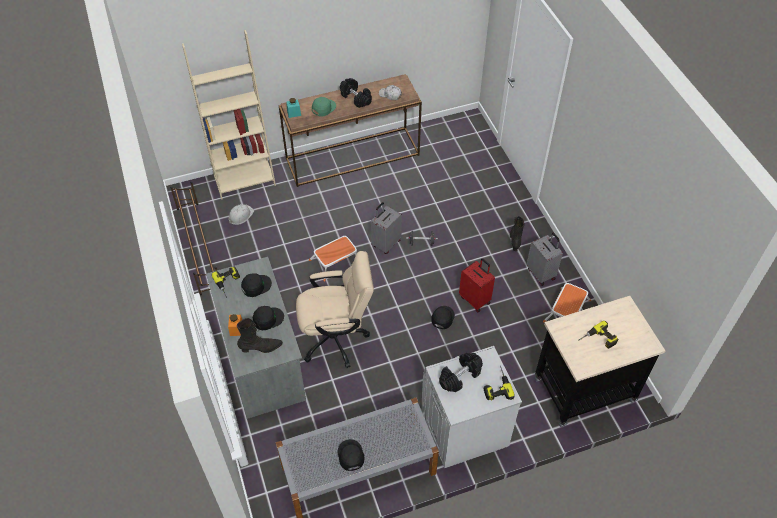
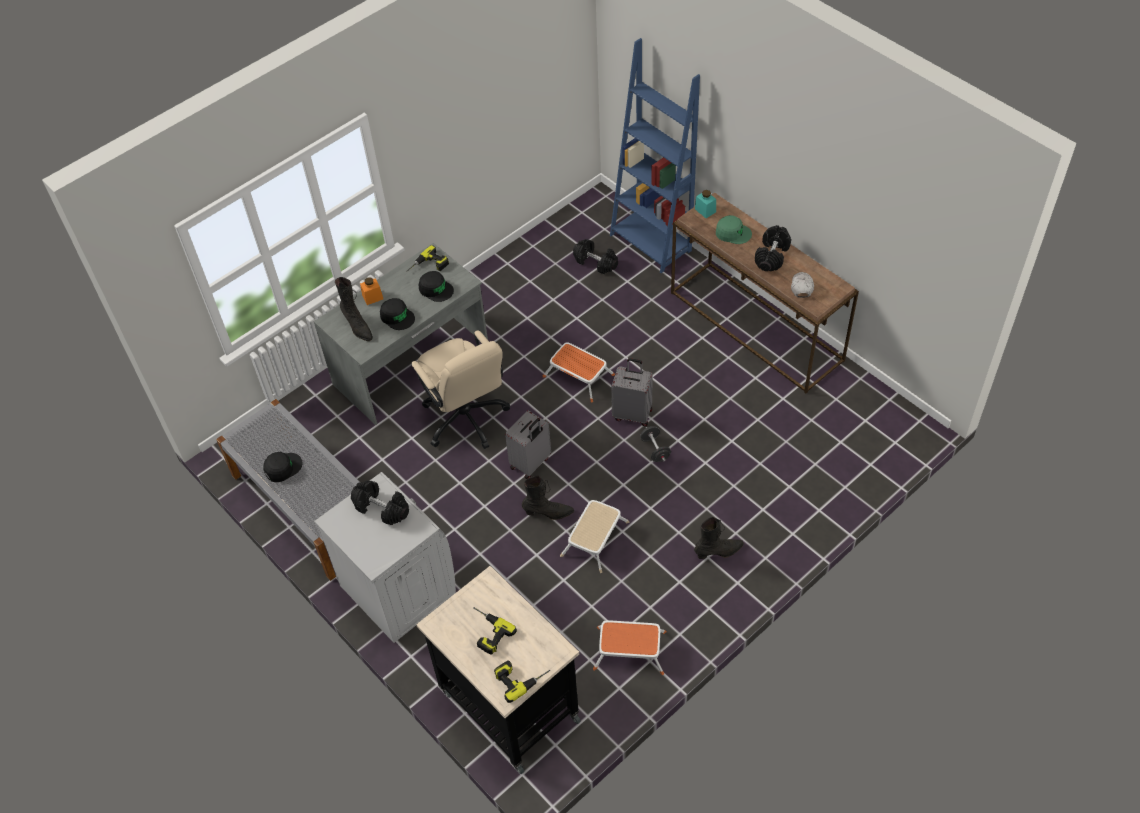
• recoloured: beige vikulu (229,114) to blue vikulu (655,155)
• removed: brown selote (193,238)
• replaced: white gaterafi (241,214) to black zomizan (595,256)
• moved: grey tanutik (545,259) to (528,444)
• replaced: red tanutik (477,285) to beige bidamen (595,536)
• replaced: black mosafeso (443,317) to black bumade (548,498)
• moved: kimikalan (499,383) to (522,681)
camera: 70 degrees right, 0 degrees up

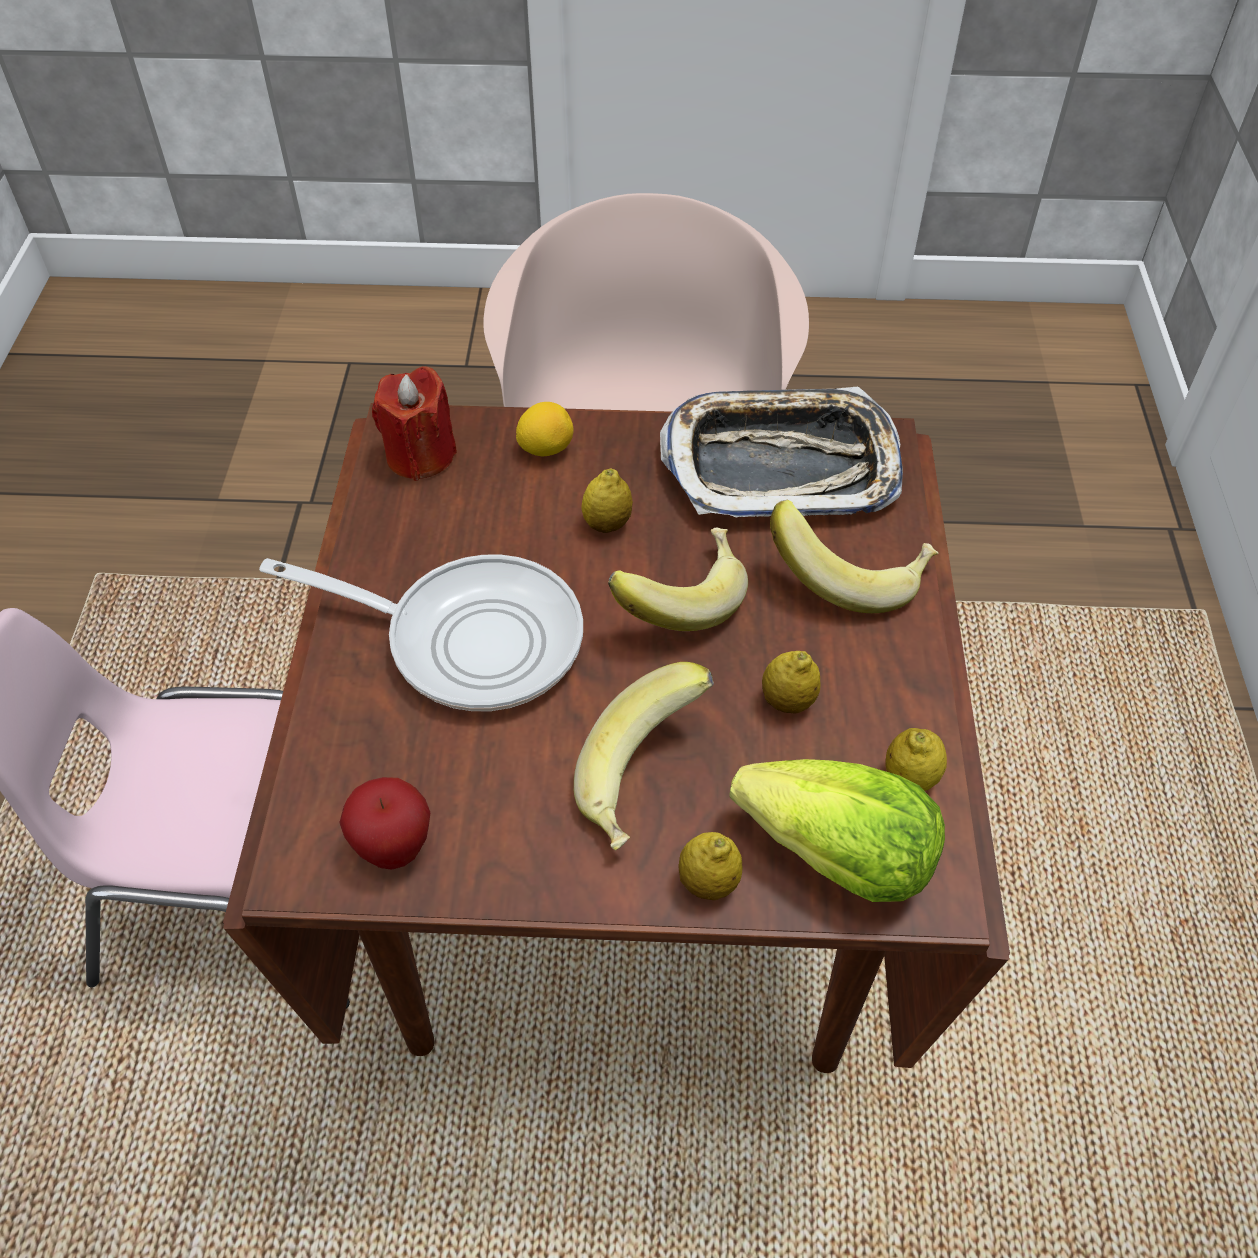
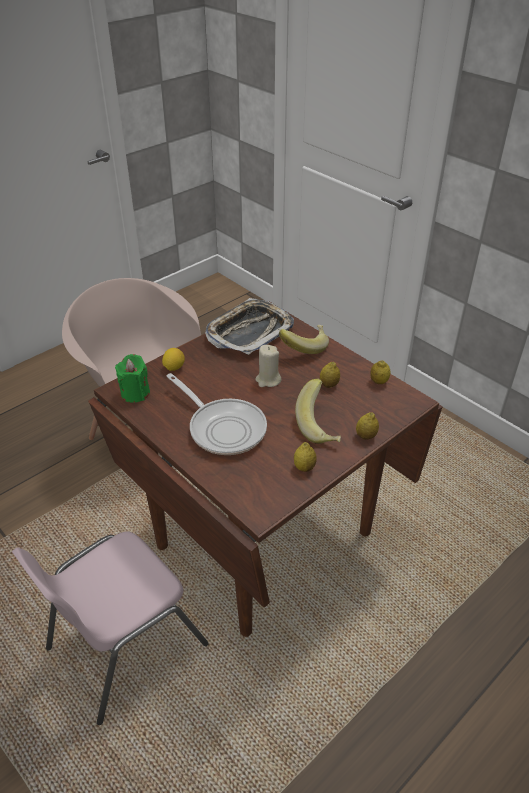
• recoloured: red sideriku (414,423) to green sideriku (132,378)
• moved: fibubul (607,500) to (305,457)
• replaced: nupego (678,579) to beige sideriku (269,366)
• turned: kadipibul (421,633) = (216,414) 75 degrees clockwise
• removed: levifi (837,830)
• removed: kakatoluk (384,823)
camera: 45 degrees left, 10 degrees down

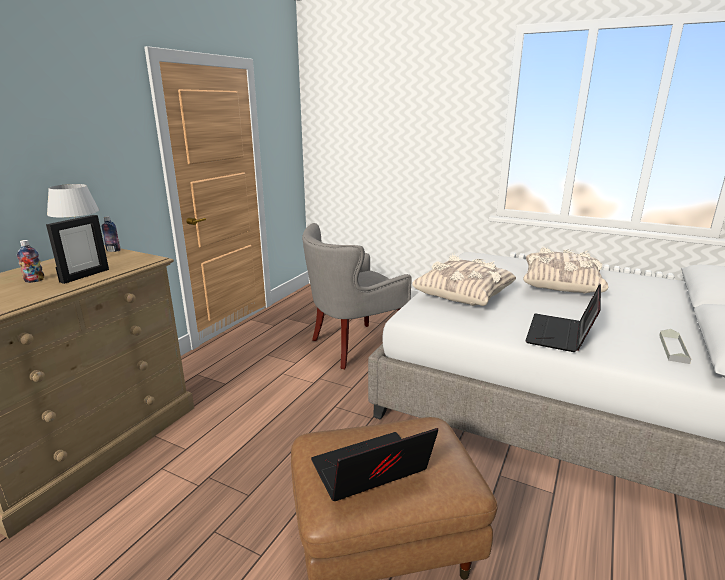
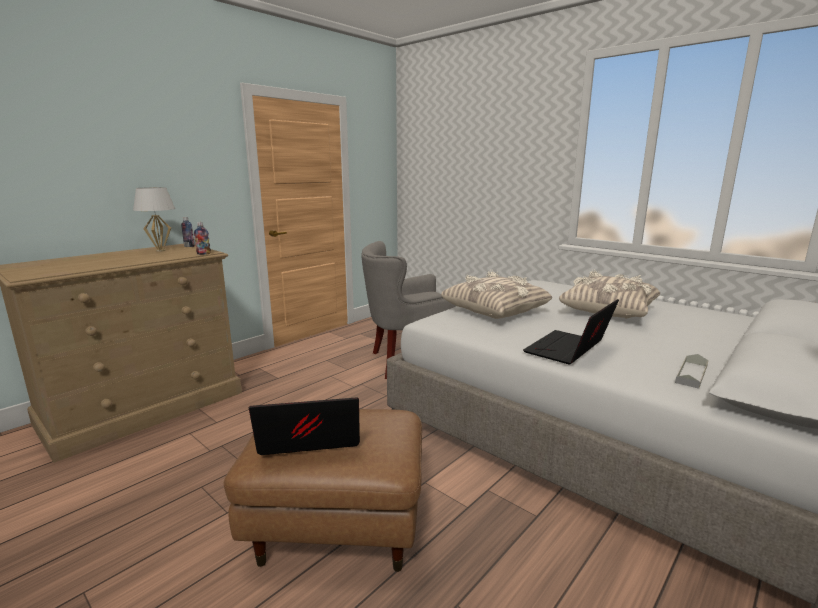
• removed: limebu (77,249)
• moved: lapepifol (30,261) to (202,238)
camera: 15 degrees right, 5 degrees down

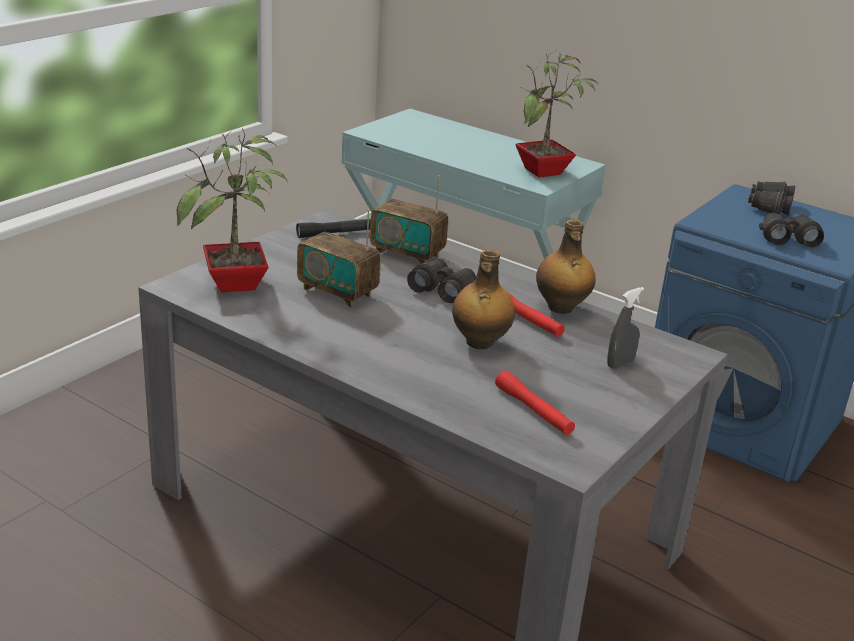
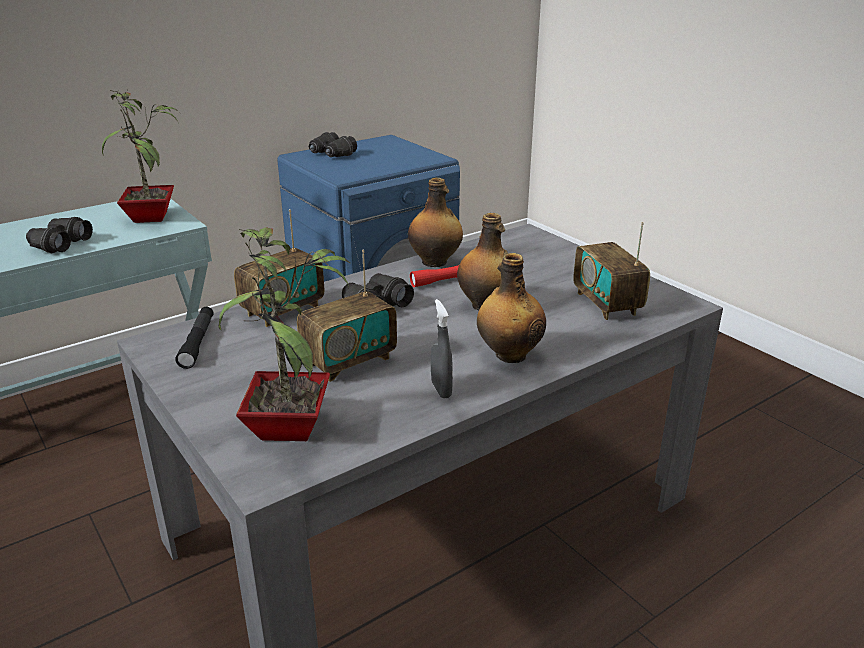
• moved: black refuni (791,230) to (59,235)
• moved: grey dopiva (625,327) to (442,348)
• replaced: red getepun (535,402) to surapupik (611,271)
• added: lapepifol (511,308)
camera: 70 degrees left, 0 degrees up

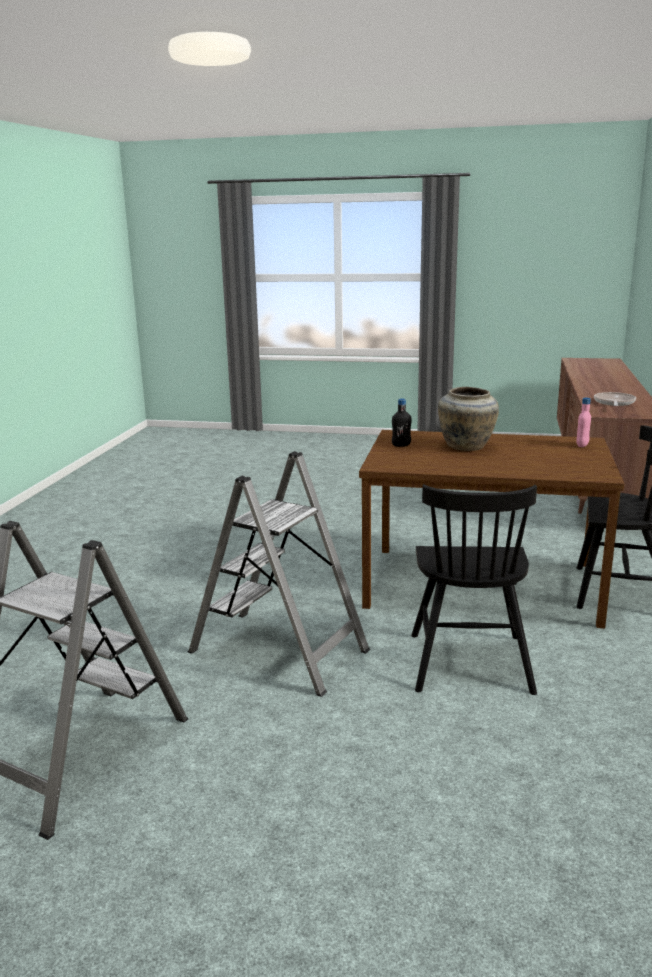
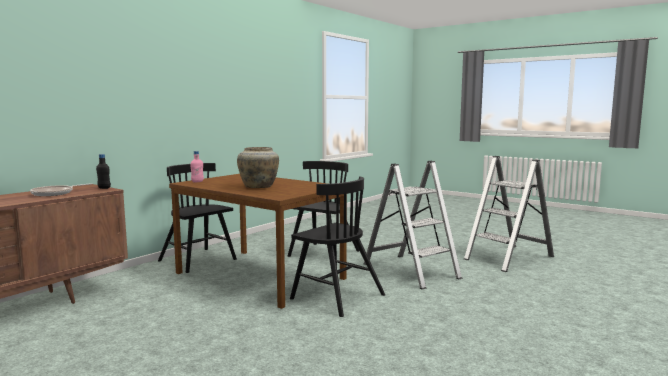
• moved: black lapepifol (402,423) to (103,171)
• added: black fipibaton (337,247)
camera: 155 degrees left, 10 degrees down

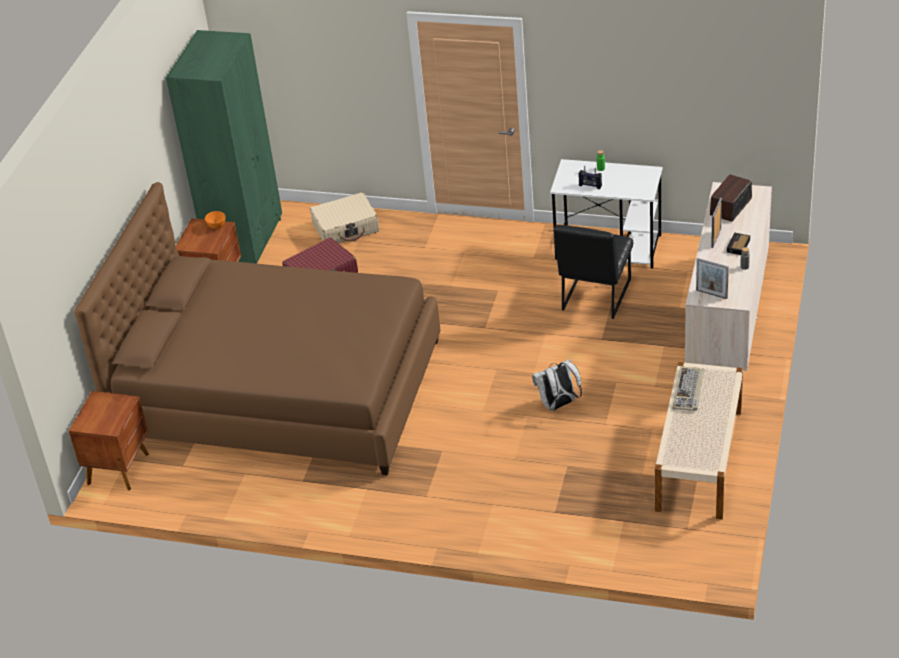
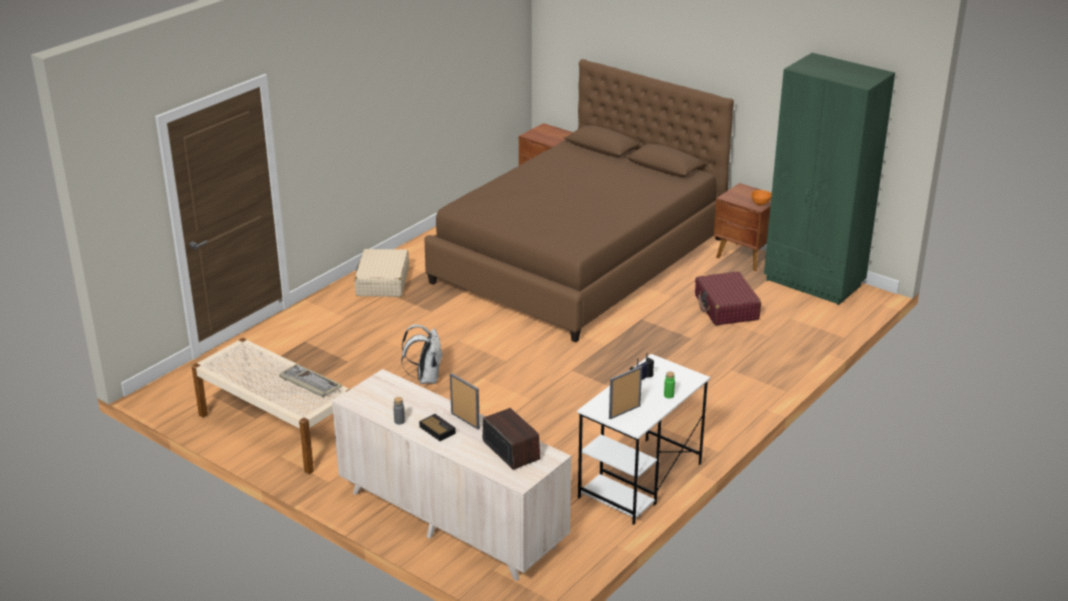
• moved: beige tanutik (344,218) to (382,273)
• removed: black fipibaton (593,272)
• moved: limebu (712,278) to (625,392)
camera: 110 degrees right, 10 degrees down

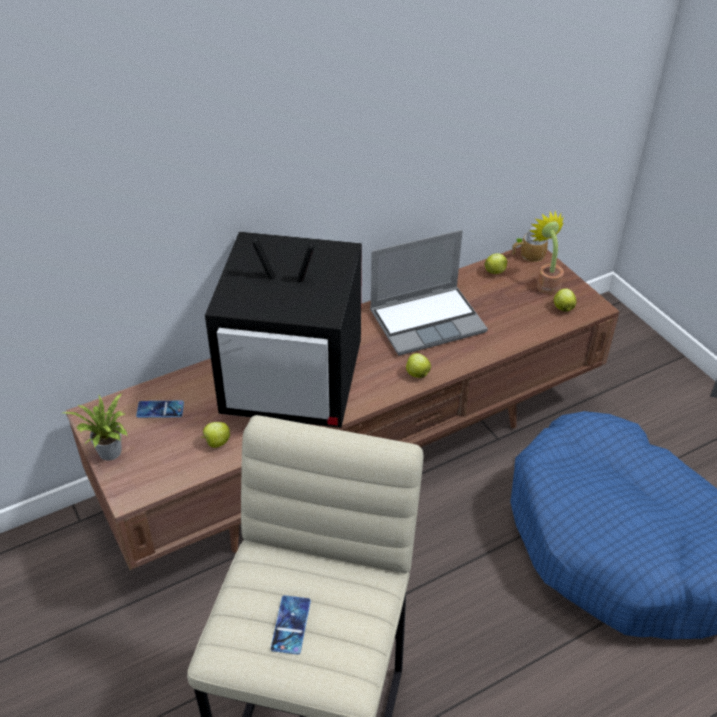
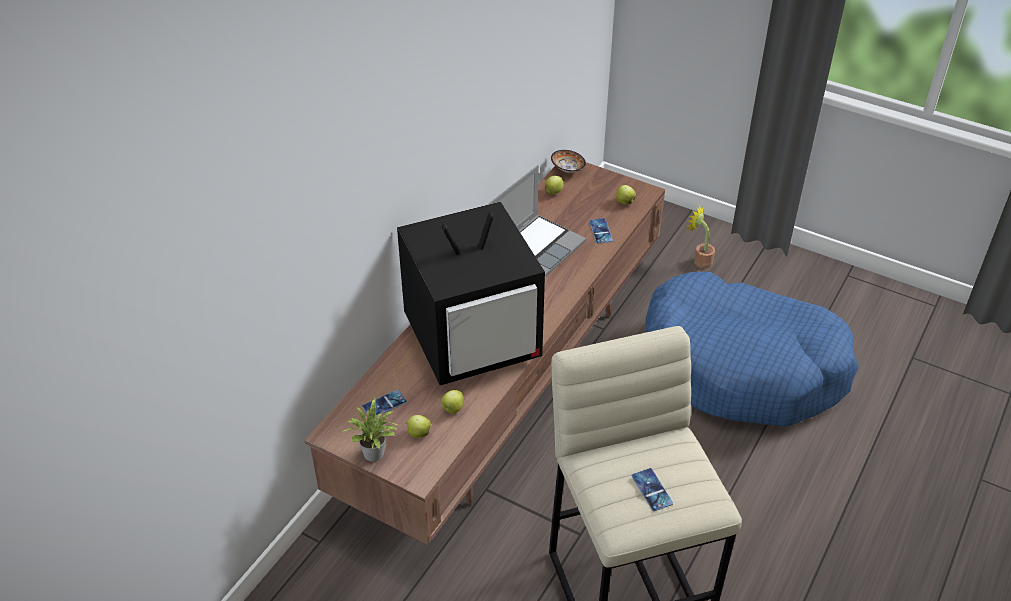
• moved: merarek (546,253) to (700,236)
• replaced: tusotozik (530,244) to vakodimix (568,161)
• moved: kakatoluk (418,365) to (418,426)
• added: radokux (601,230)
camera: 30 degrees left, 0 degrees up

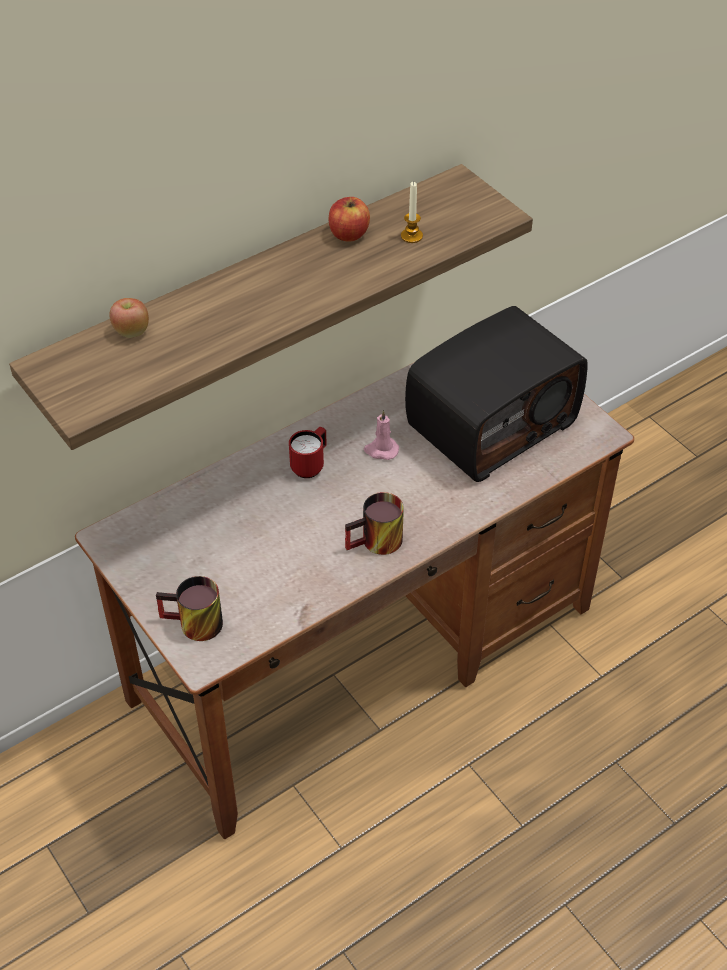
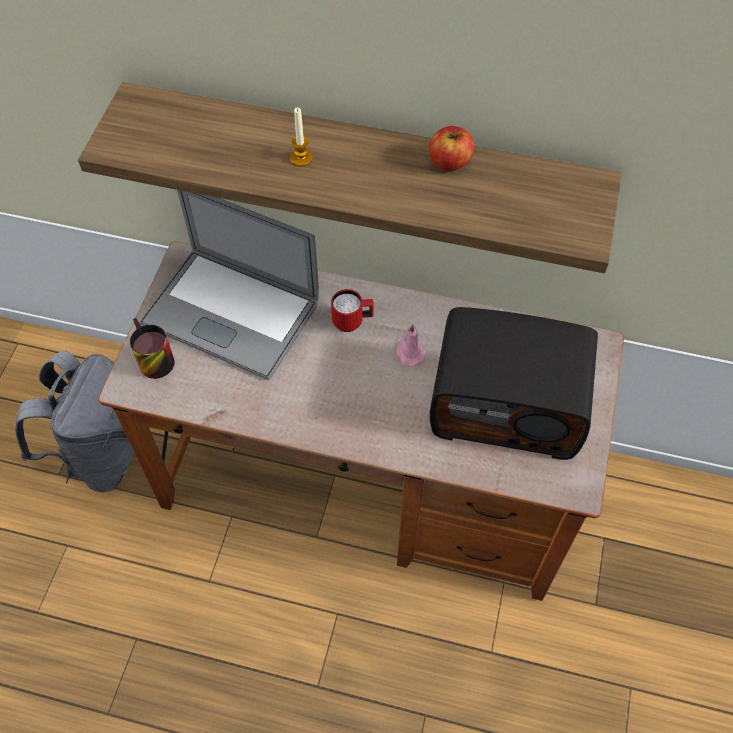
• moved: sideriku (412,212) to (301,136)
• removed: kakatoluk (129,318)
• removed: tusotozik (374,523)
• added: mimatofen (229,285)
• added: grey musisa (75,421)
camera: 50 degrees right, 10 degrees up

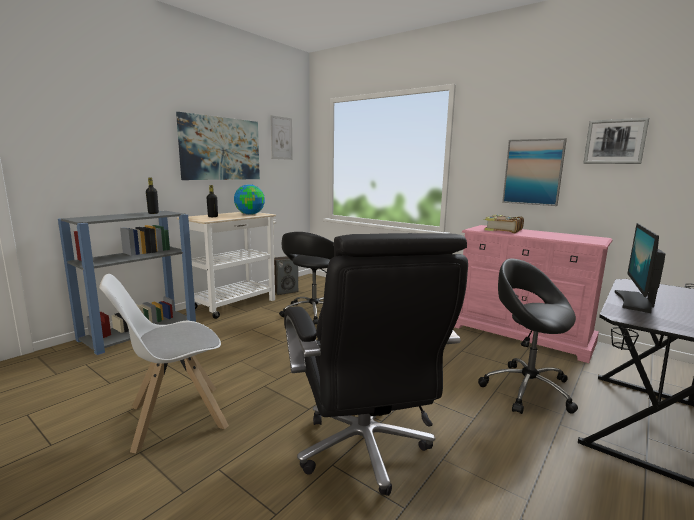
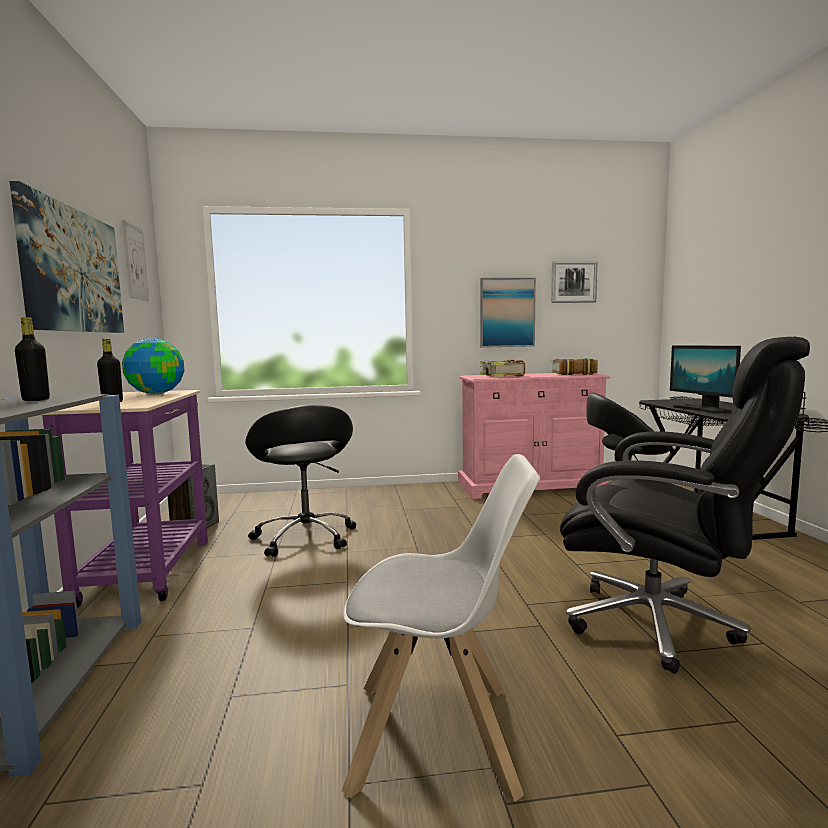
• recoloured: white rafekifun (227,265) to purple rafekifun (125,499)
• turned: fipibaton (164,363) = (441,628) 105 degrees counterclockwise
• added: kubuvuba (574,366)
camera: 45 degrees left, 5 degrees down

